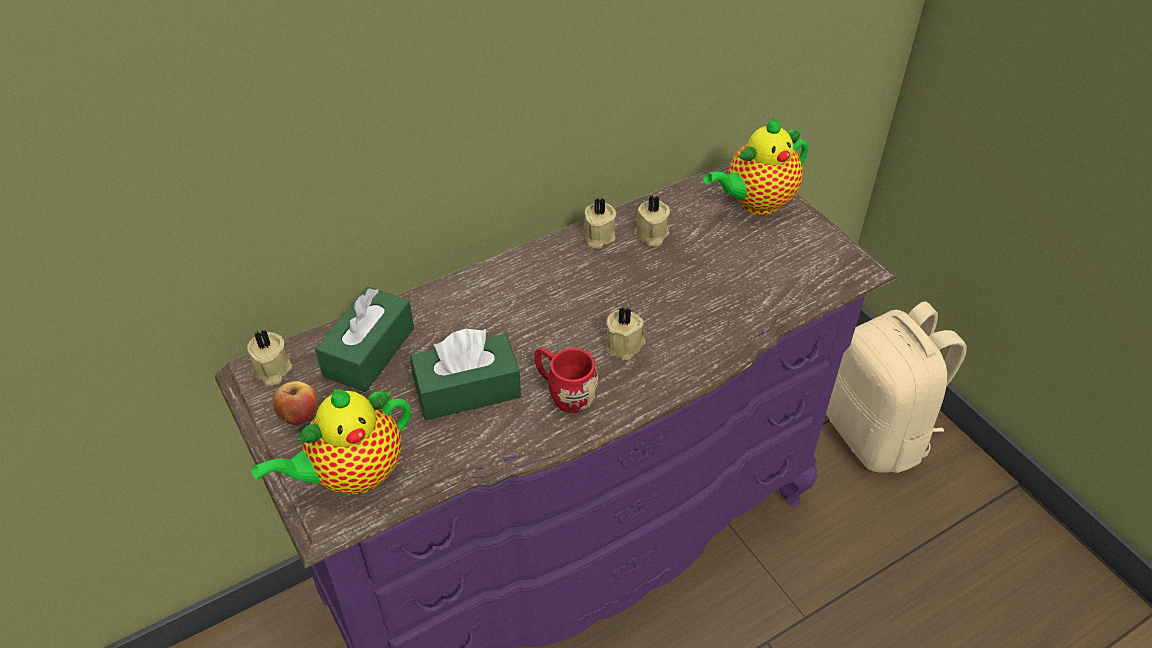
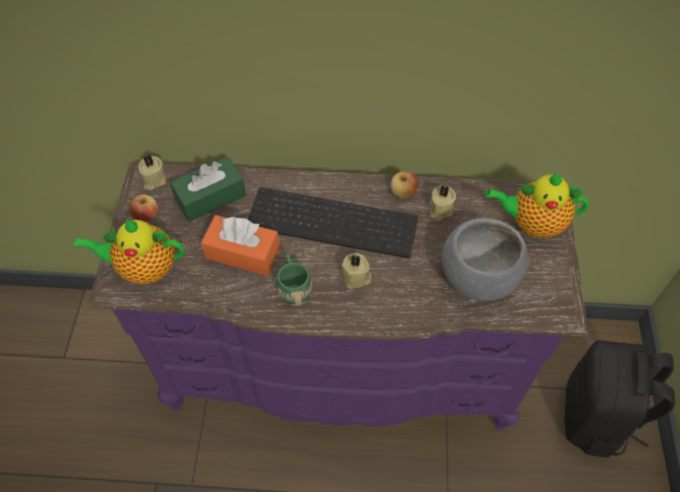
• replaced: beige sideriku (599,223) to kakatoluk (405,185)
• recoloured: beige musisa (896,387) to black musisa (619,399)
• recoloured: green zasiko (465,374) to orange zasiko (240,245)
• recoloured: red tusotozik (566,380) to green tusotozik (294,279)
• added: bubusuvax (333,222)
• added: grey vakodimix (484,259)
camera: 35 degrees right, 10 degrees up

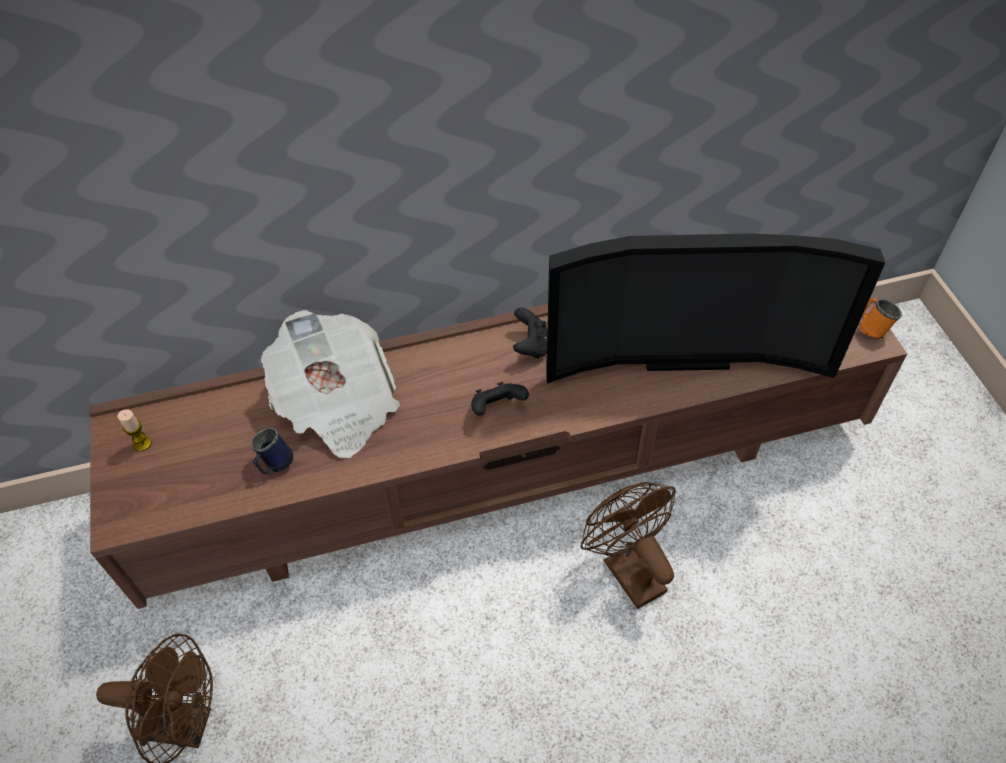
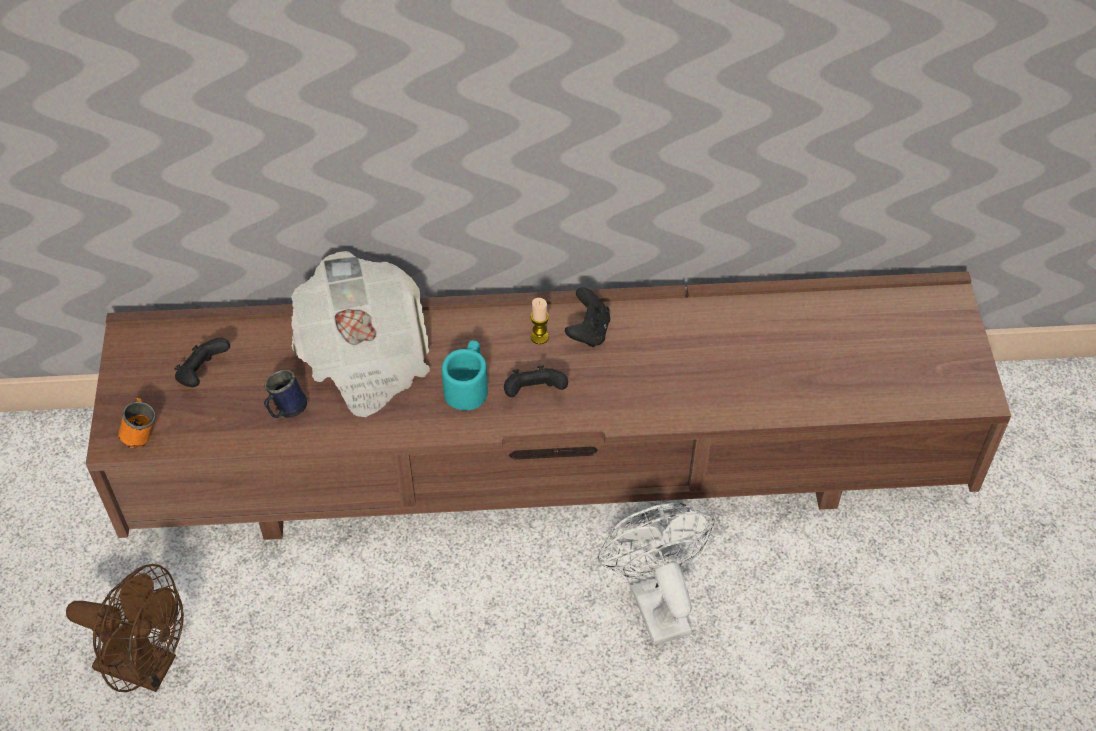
• removed: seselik (715,308)
• moved: orange tusotozik (881,319) to (136,423)
• moved: sideriku (134,430) to (539,321)
• recoloured: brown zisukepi (628,545) to white zisukepi (656,574)
• added: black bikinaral (202,362)
• added: turquoise tusotozik (465,375)
camera: 10 degrees right, 0 degrees up

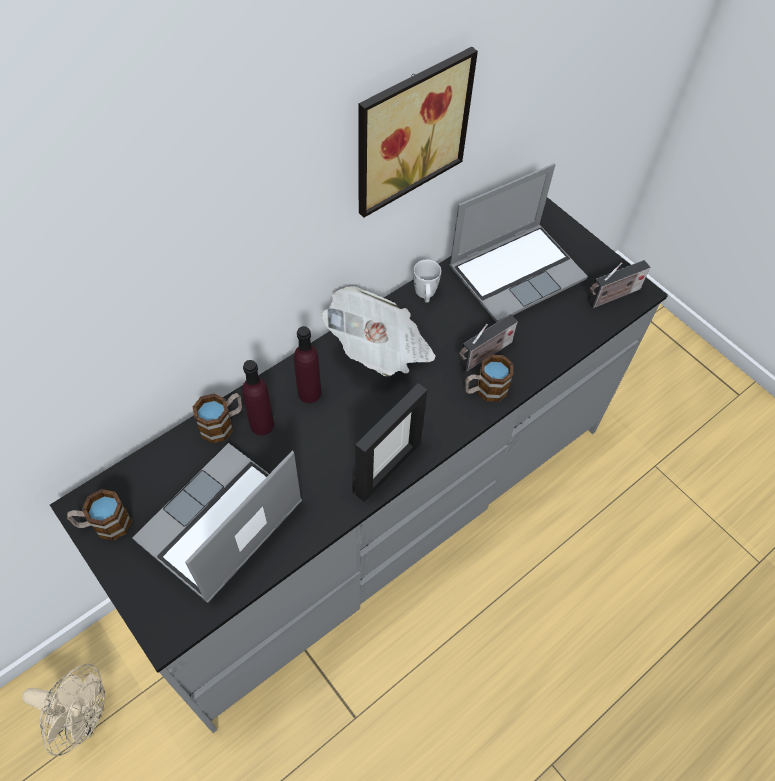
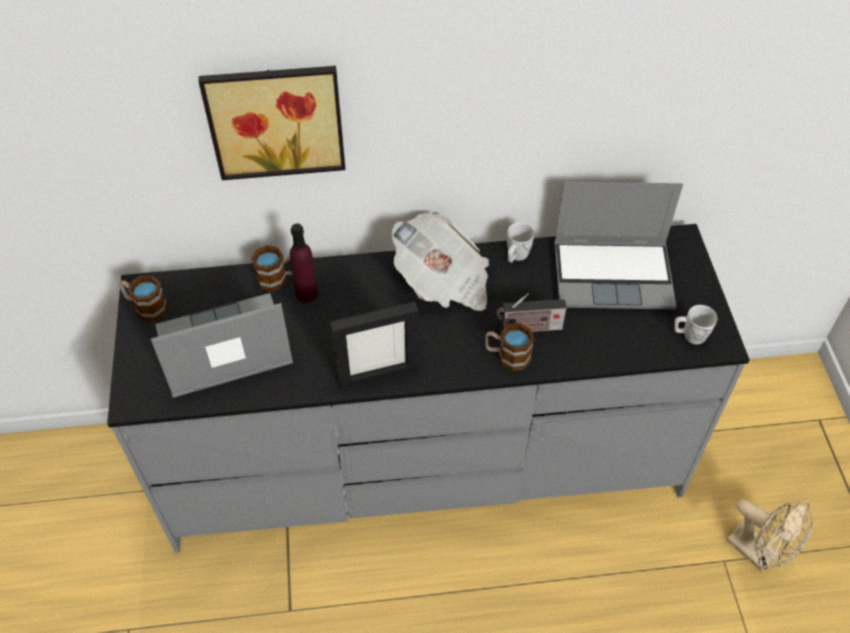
• moved: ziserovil (418,132) to (272,123)
• replaced: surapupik (618,284) to white tusotozik (695,325)
• removed: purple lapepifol (307,364)
• moved: beige zisukepi (63,710) to (769,535)
camera: 35 degrees right, 5 degrees down

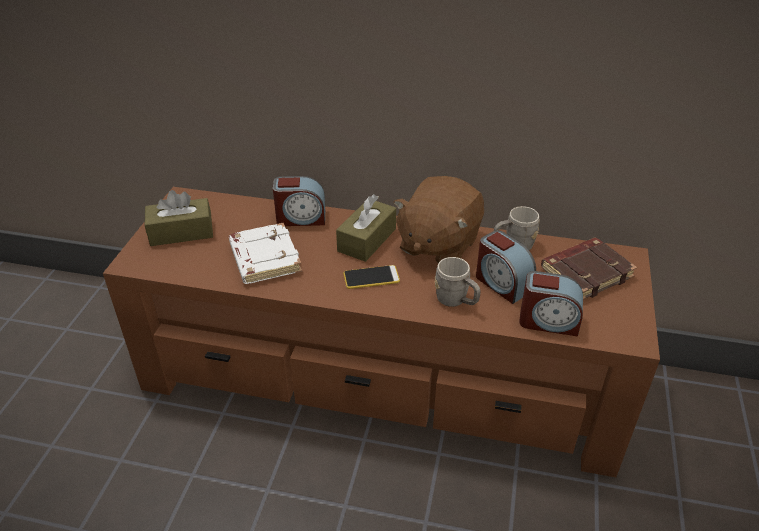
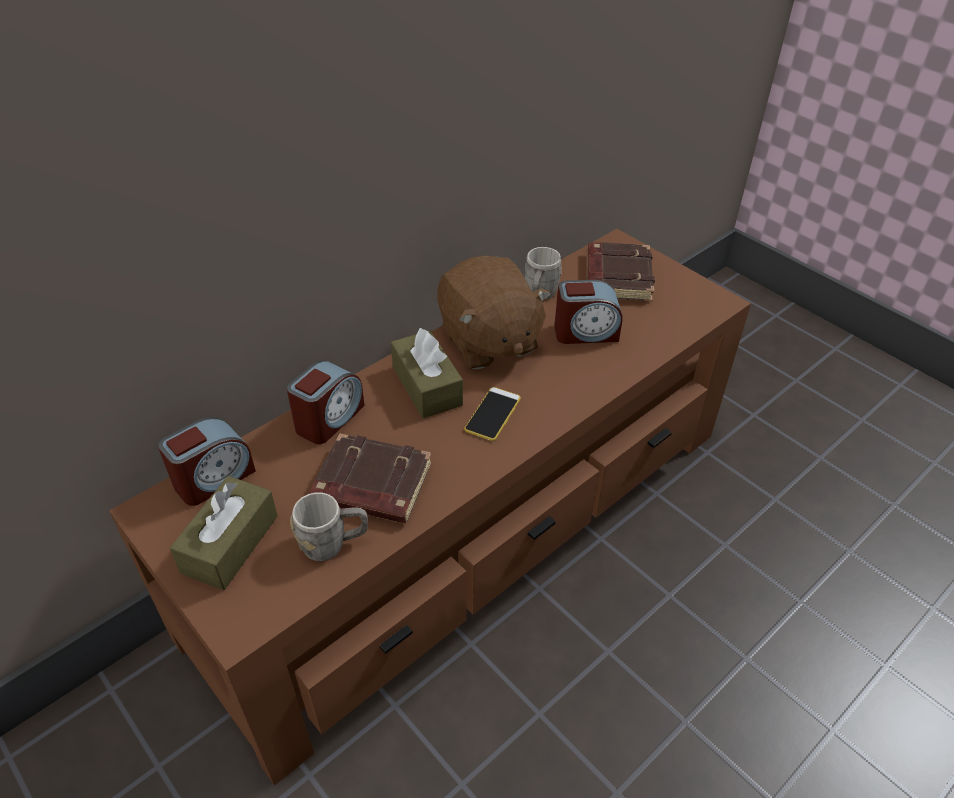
• recoloured: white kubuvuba (265,253) to brown kubuvuba (370,478)
• moved: grey tusotozik (458,282) to (329,526)
• moved: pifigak (551,303) to (207,461)
camera: 55 degrees left, 5 degrees up

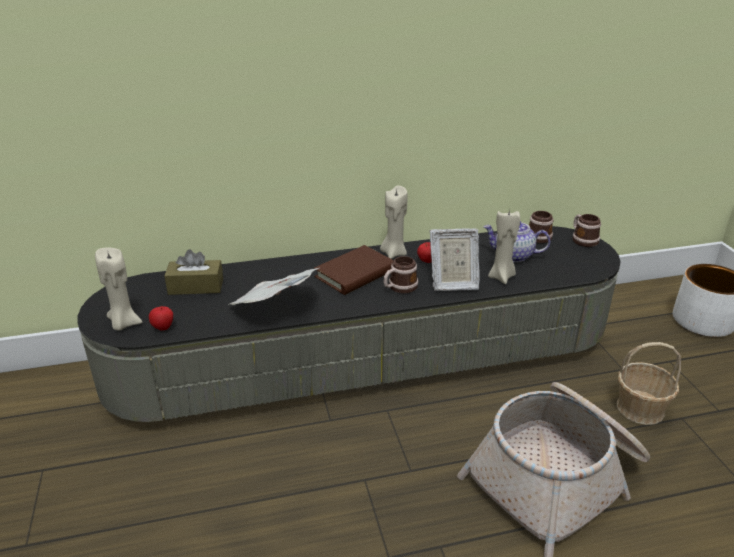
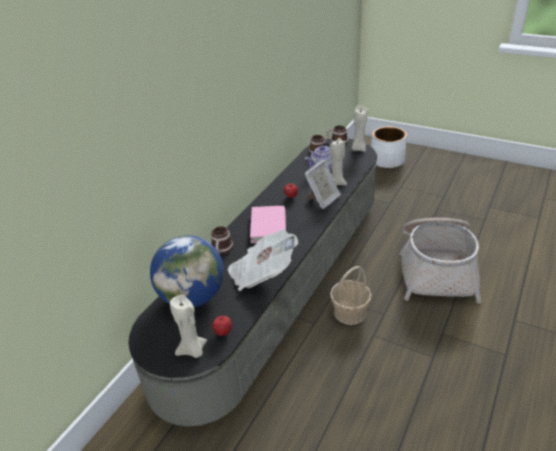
• moved: beige sideriku (394,222) to (359,129)
• recoloured: brown kubuvuba (353,270) to pink kubuvuba (268,224)
• replaced: brown zasiko (193,272) to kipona (187,271)
• moved: tusotozik (401,274) to (222,240)
• moved: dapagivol (649,383) to (351,295)
camera: 45 degrees left, 5 degrees up

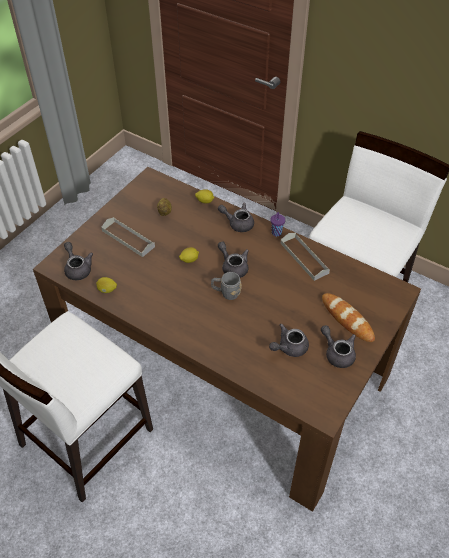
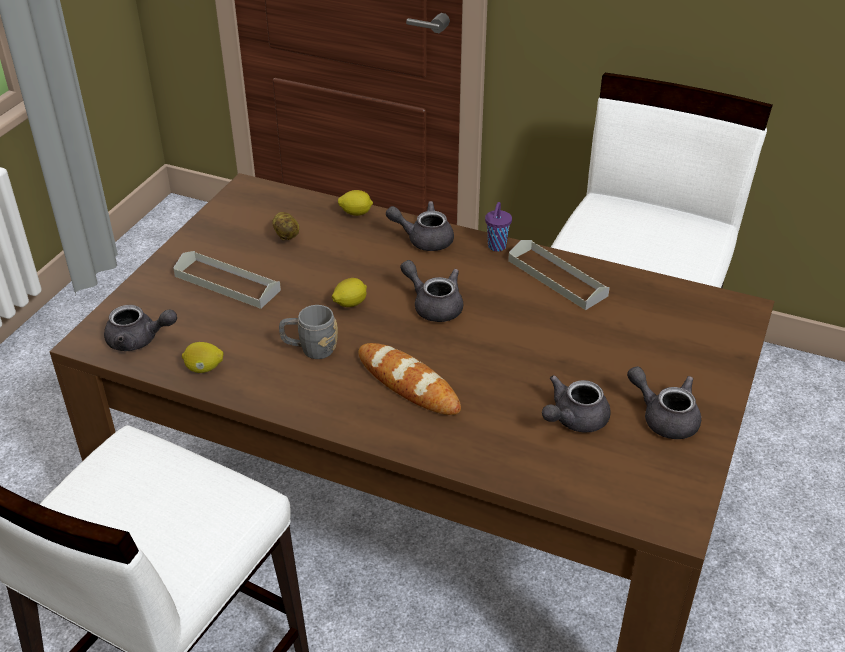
• turned: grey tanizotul (78,261) = (140,328) 135 degrees clockwise
• moved: grey tusotozik (226,286) to (308,332)
• moved: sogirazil (348,317) to (409,379)
camera: 10 degrees left, 10 degrees down

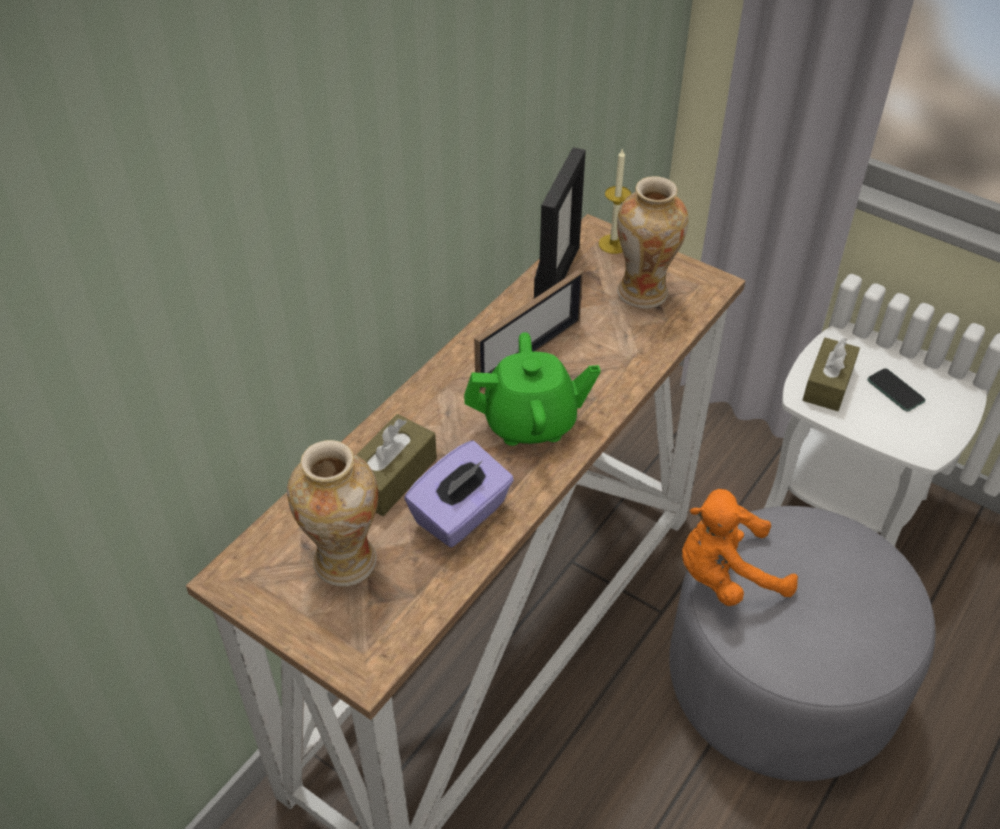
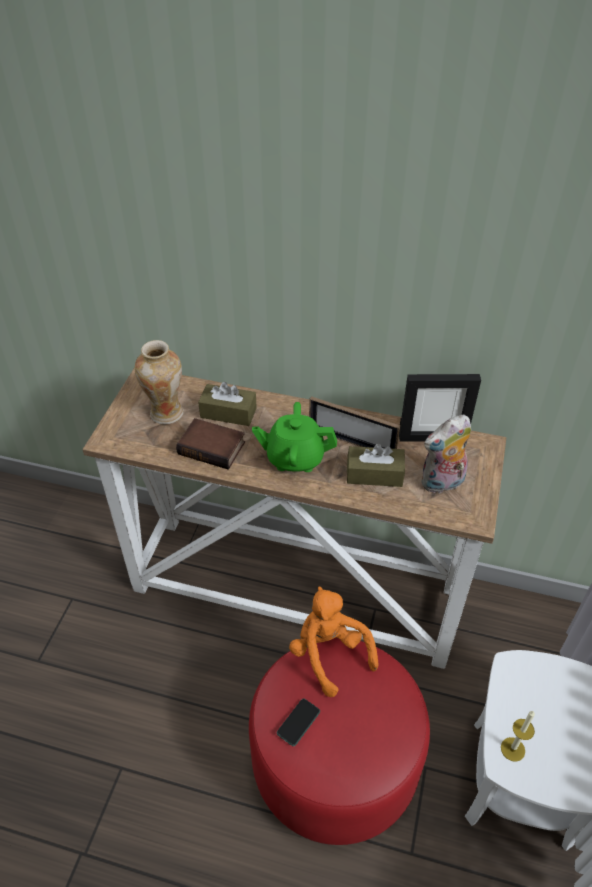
• moved: sideriku (615,201) to (518,736)
• replaced: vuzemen (653,242) to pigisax (446,454)
• turned: green tanizotul (532,389) = (294,437) 120 degrees clockwise
• moved: brown zasiko (831,374) to (376,465)
• moved: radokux (896,389) to (298,722)
• replaced: purple zasiko (459,494) to kubuvuba (210,444)
• recoloured: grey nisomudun (802,643) to red nisomudun (339,741)
camera: 70 degrees right, 0 degrees up

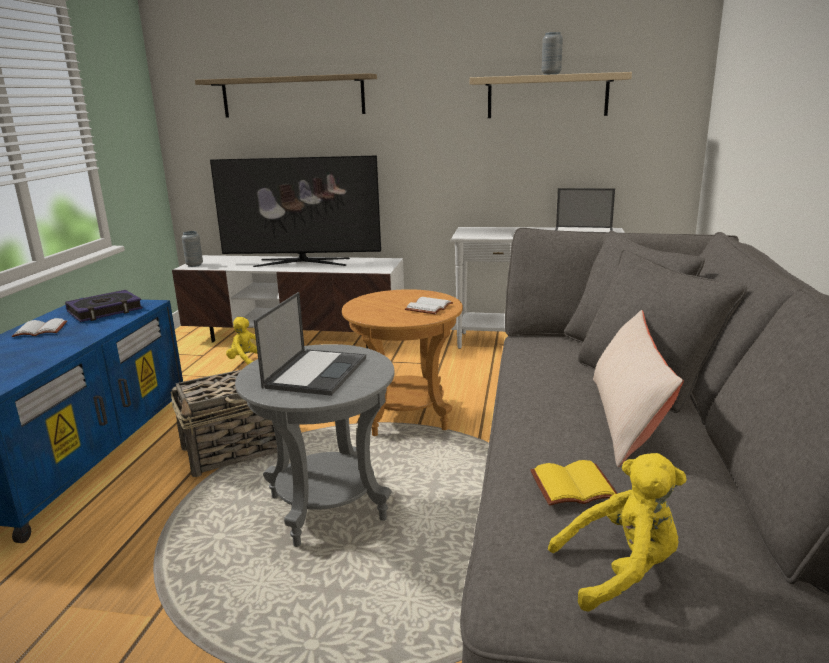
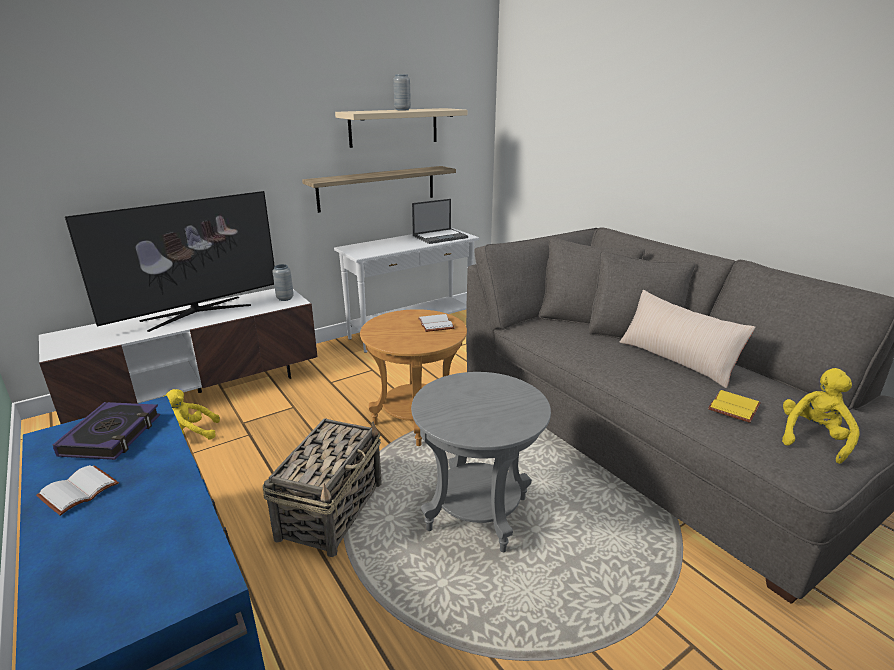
• moved: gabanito (286,95) to (379,189)
• moved: grey vuzemen (192,249) to (283,282)
• removed: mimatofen (310,344)
camera: 45 degrees left, 5 degrees up

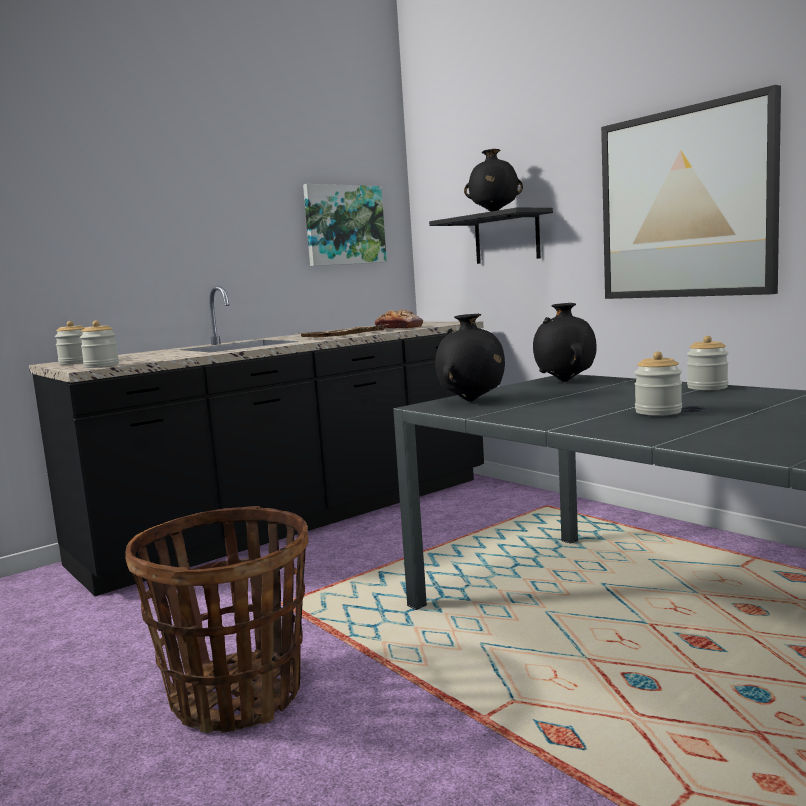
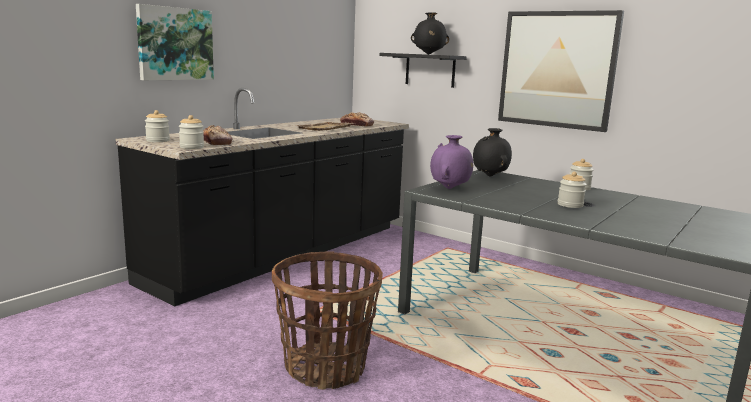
• moved: ziserovil (345,225) to (175,42)
• recoloured: black vuzemen (470,358) to purple vuzemen (451,162)
• added: sogirazil (218,135)
camera: 15 degrees left, 5 degrees up

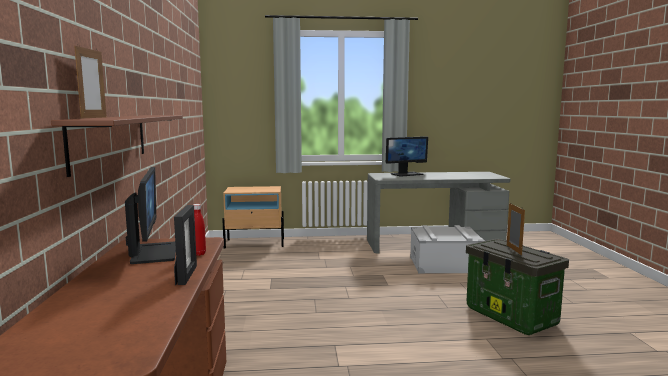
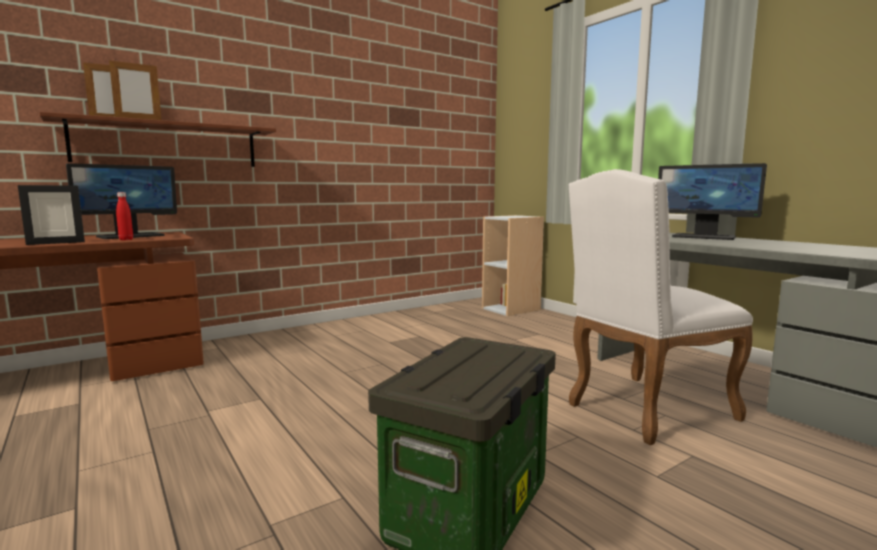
• replaced: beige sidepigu (253,217) to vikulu (513,265)
• moved: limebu (516,229) to (135,89)
• replaced: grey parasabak (447,249) to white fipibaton (661,307)
camera: 60 degrees right, 0 degrees up

